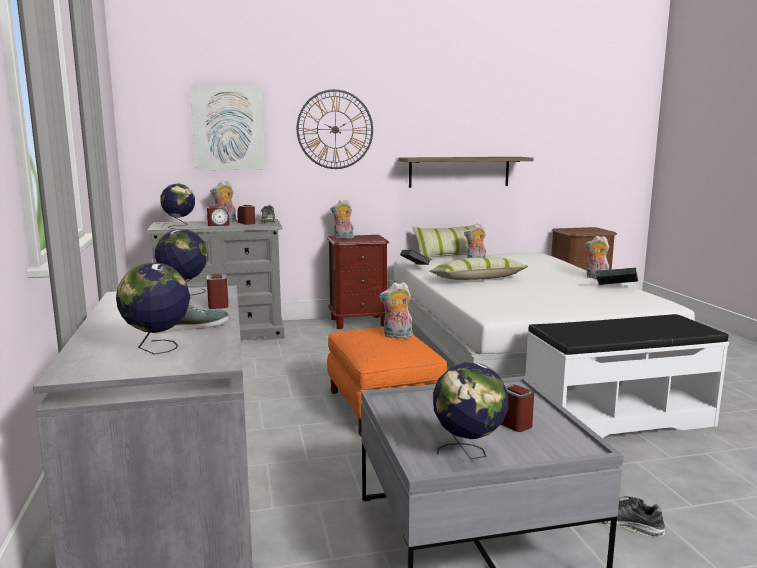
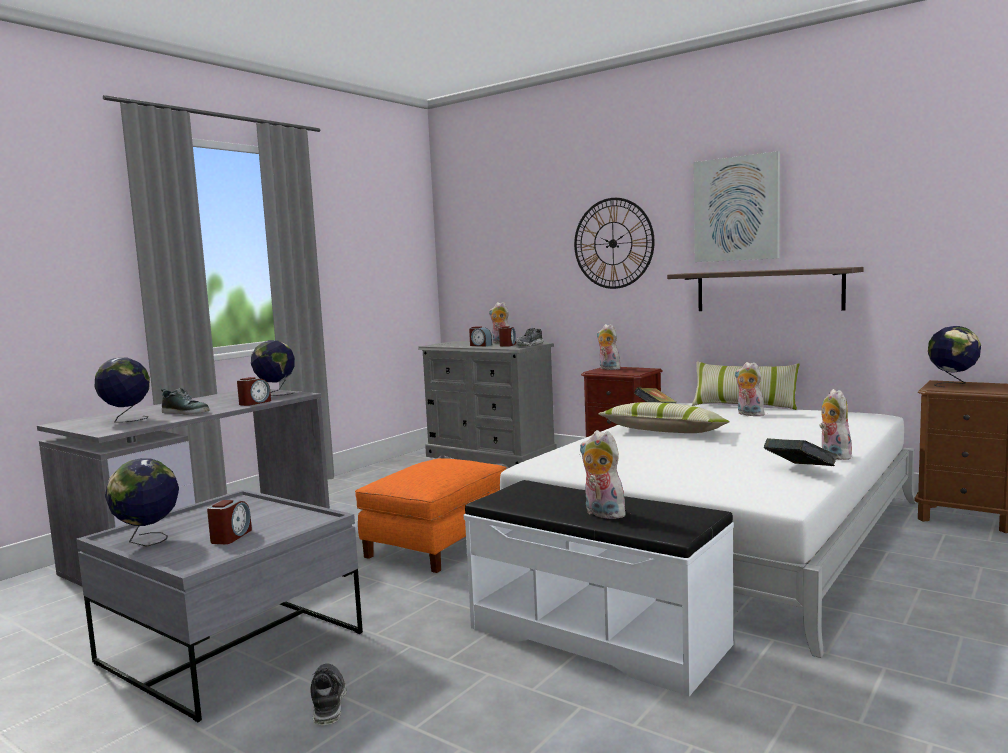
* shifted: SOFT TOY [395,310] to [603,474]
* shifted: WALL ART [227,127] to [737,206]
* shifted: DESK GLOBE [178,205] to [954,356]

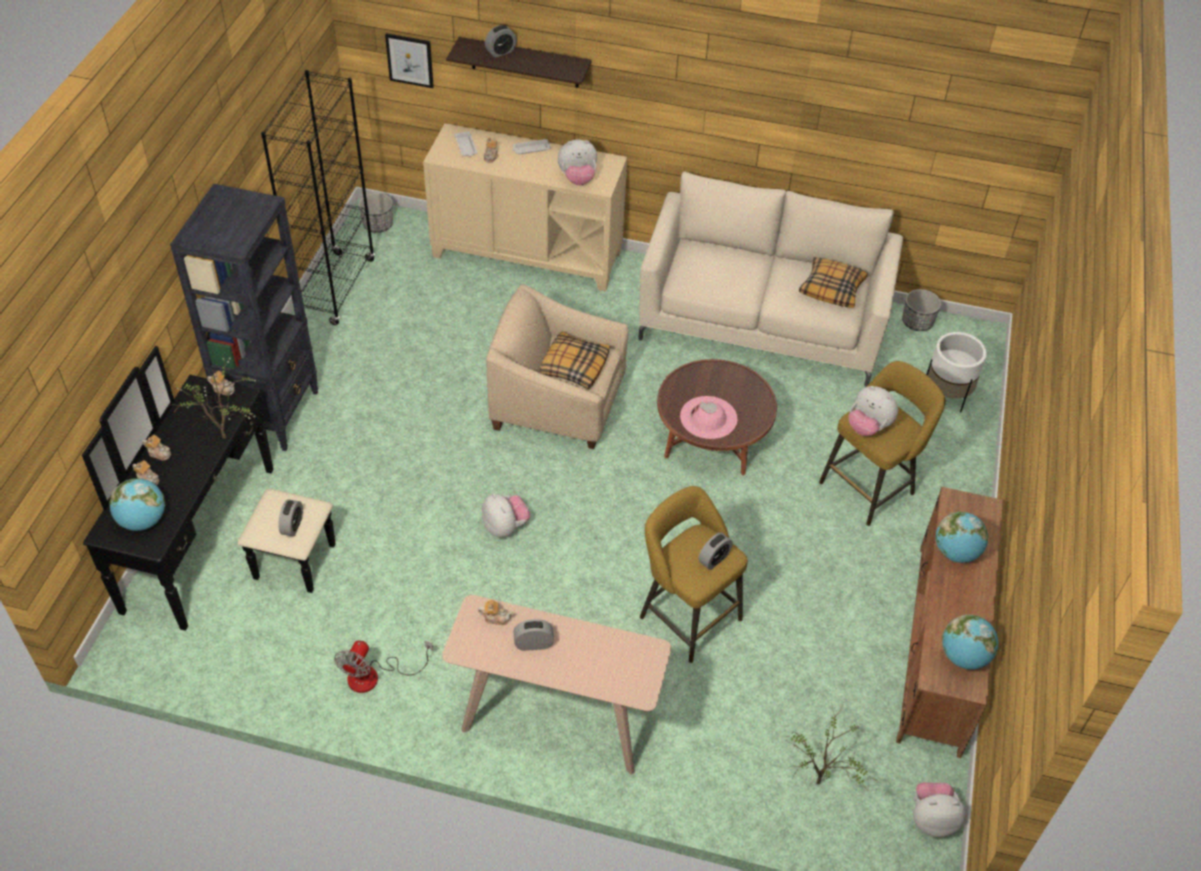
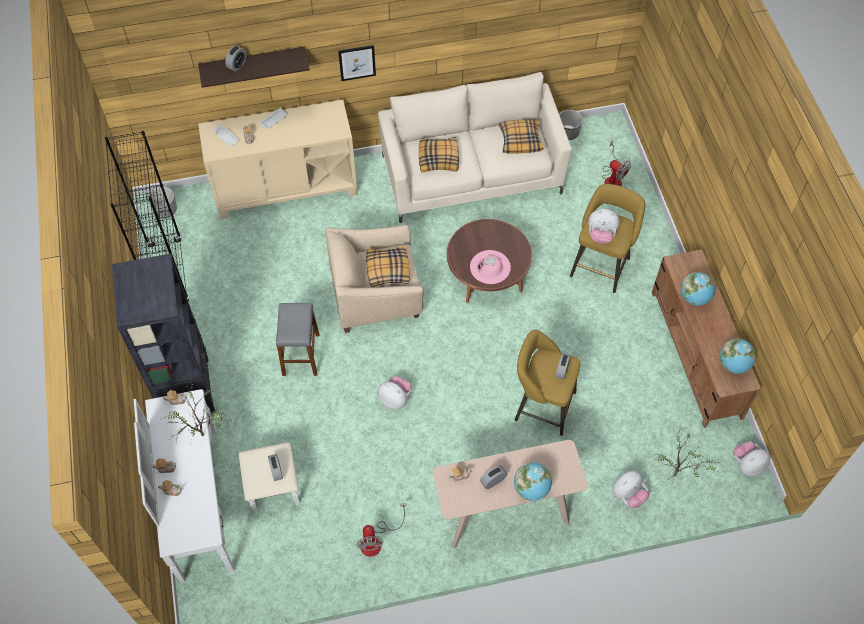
* repainted: BLACK-COLOURED DRESSER [209,488] to WHITISH DRESSER [217,486]
* new: GRAY STOOL [297,339]
* shifted: WALL ART [409,60] to [357,63]
* new: THROW PILLOW [439,154]
* shifted: DESK GLOBE [137,504] to [533,481]
* swapped: WHITISH PLANT POT [956,372] to ELECTRIC FAN [616,163]
* shifted: SOFT TOY [577,162] to [630,489]

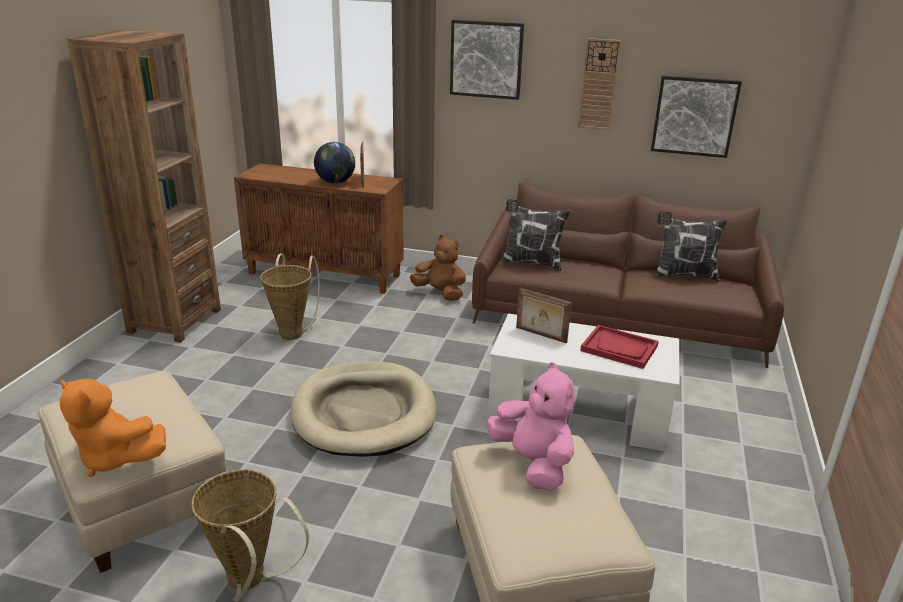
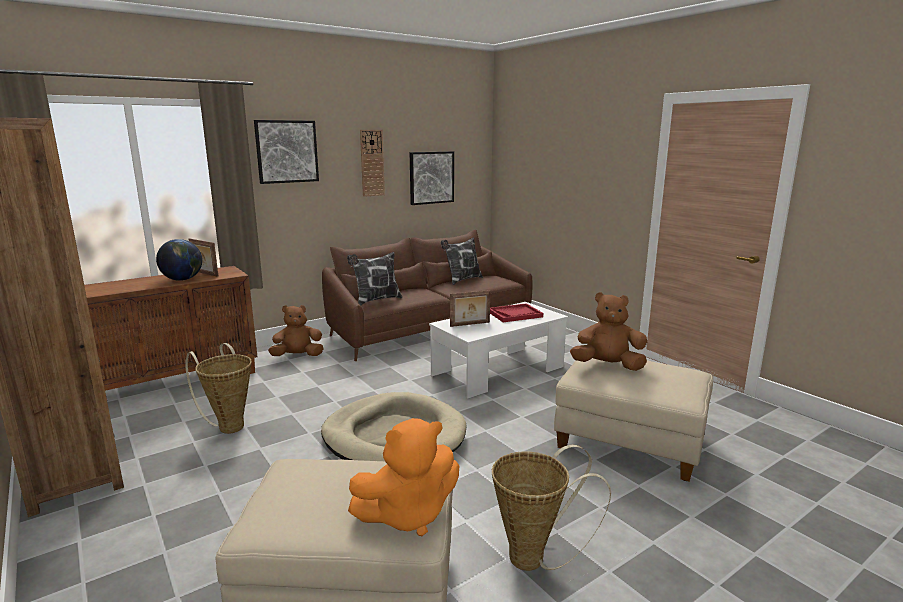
* repainted: PINKISH SOFT TOY [530,426] to BROWN SOFT TOY [608,331]

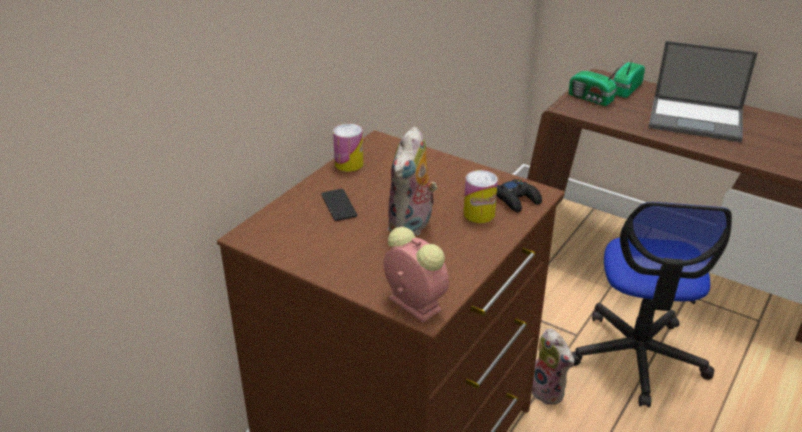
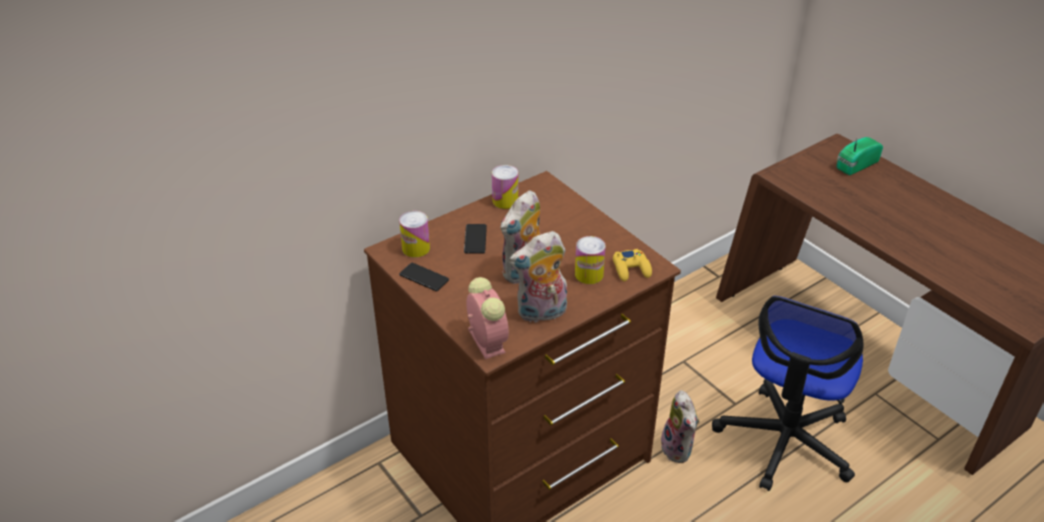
* new: CAN [414,234]
* new: HANDSET [424,277]
* new: SOFT TOY [538,277]
* repainted: BLACK-COLOURED GAME CONTROLLER [519,196] to YELLOW-COLOURED GAME CONTROLLER [632,265]
* gone: RADIO SET [597,83]
* gone: NOTEBOOK COMPUTER [703,91]

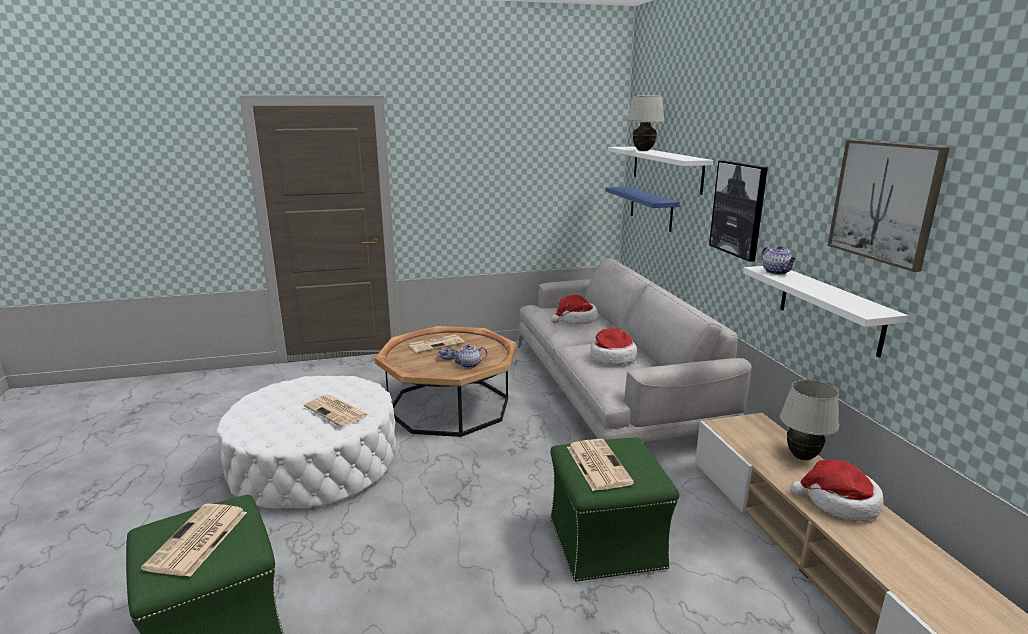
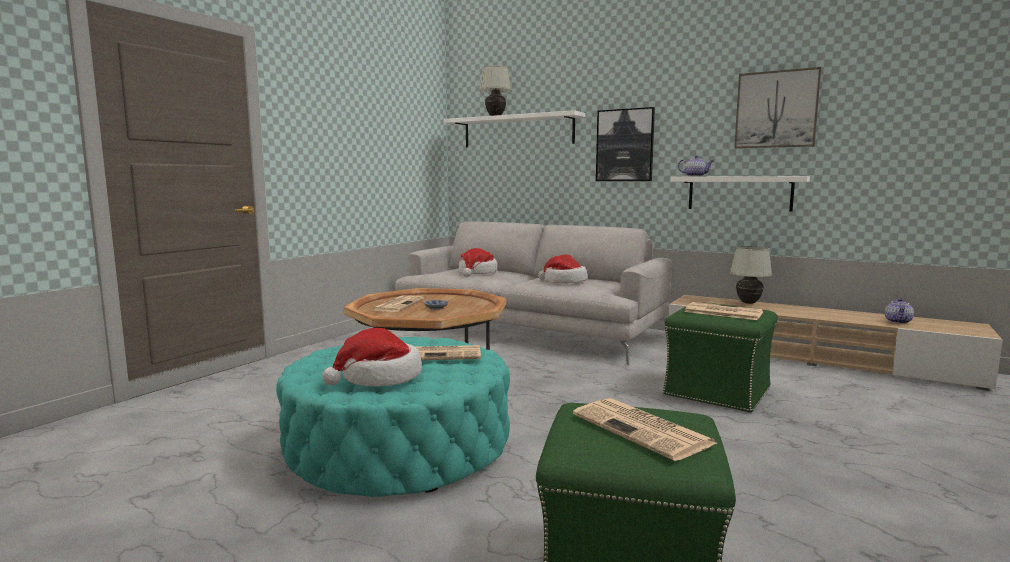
* repainted: WHITISH FOOTREST [306,442] to TURQUOISE FOOTREST [393,417]
* shifted: WEARABLE HAT [837,490] to [372,357]
* shifted: POT FOR TEA [468,356] to [899,311]
* gone: BLUE SHELF [642,209]

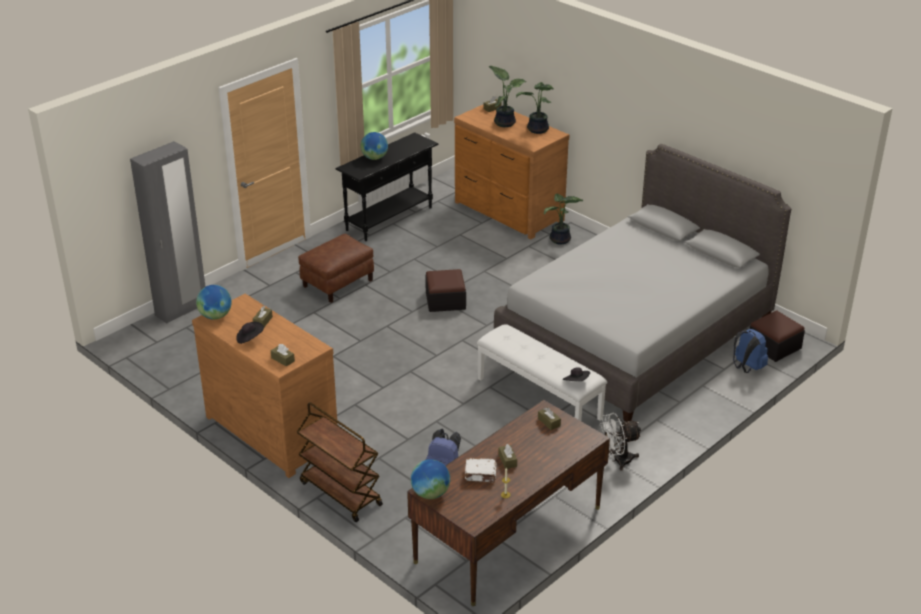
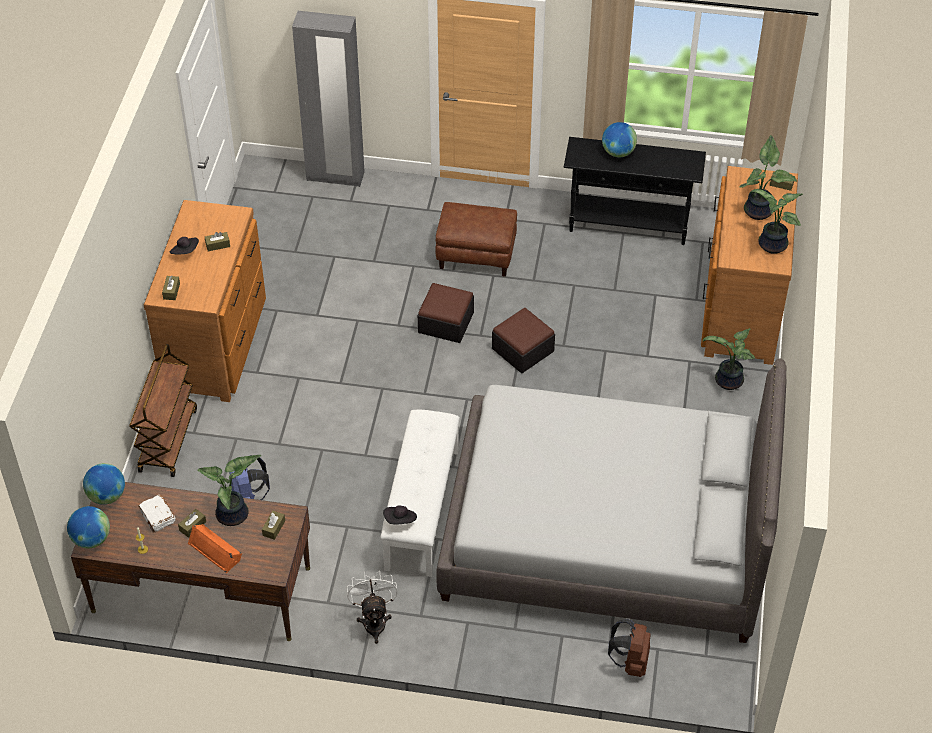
* shifted: DESK GLOBE [214,302] to [88,527]
* new: ORANGEY SPEAKER [215,548]
* new: PLANT IN A POT [229,490]
* rotated: WHITISH ELECTRIC FAN [620,442] = [372,607] 45 degrees clockwise
* shifted: FOOTREST [777,336] to [446,313]
* repainted: BLUE KNAPSACK [750,351] to BROWN KNAPSACK [629,648]

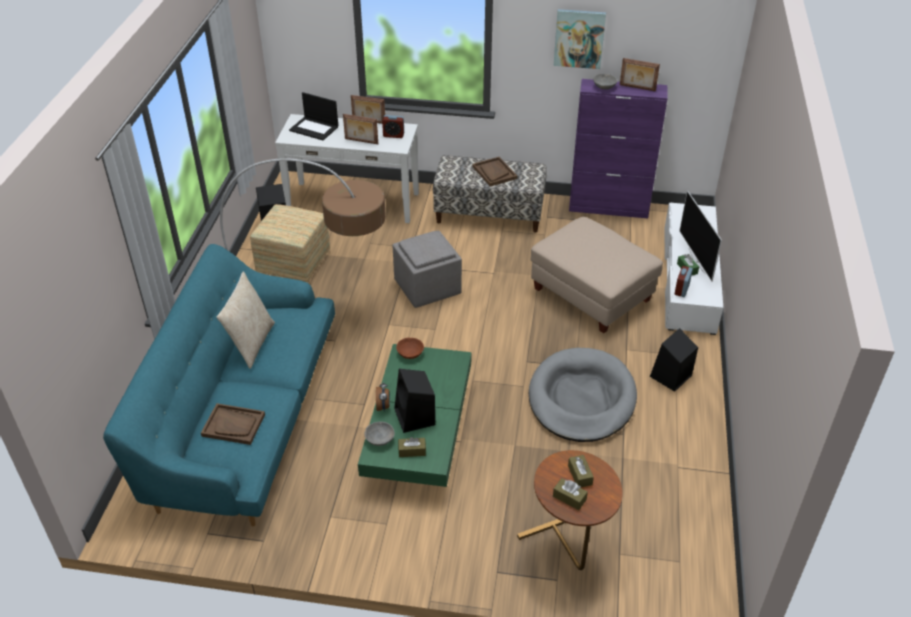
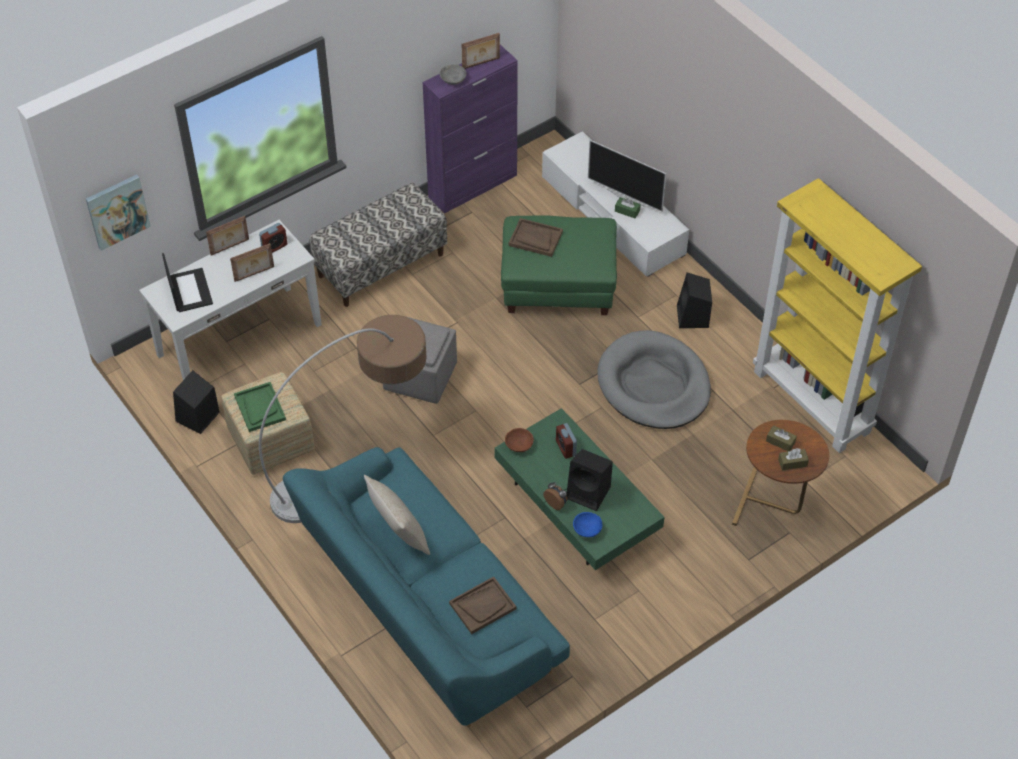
* shifted: WALL ART [580,39] to [118,213]
* rotated: NOTEBOOK COMPUTER [313,116] = [187,282] 90 degrees counterclockwise
* new: GREEN-COLOURED TRAY [260,407]
* repainted: BEIGE-COLOURED FOOTREST [597,275] to GREEN-COLOURED FOOTREST [559,265]
* shifted: BROWN TRAY [494,171] to [536,237]
* shifted: BEDSIDE CLOCK [684,281] to [566,441]
* repainted: GRAY SERVING BOWL [379,434] to BLUE SERVING BOWL [588,524]
* new: YELLOW-COLOURED BOOKCASE [837,315]
* gone: BROWN TISSUE HOLDER [412,447]

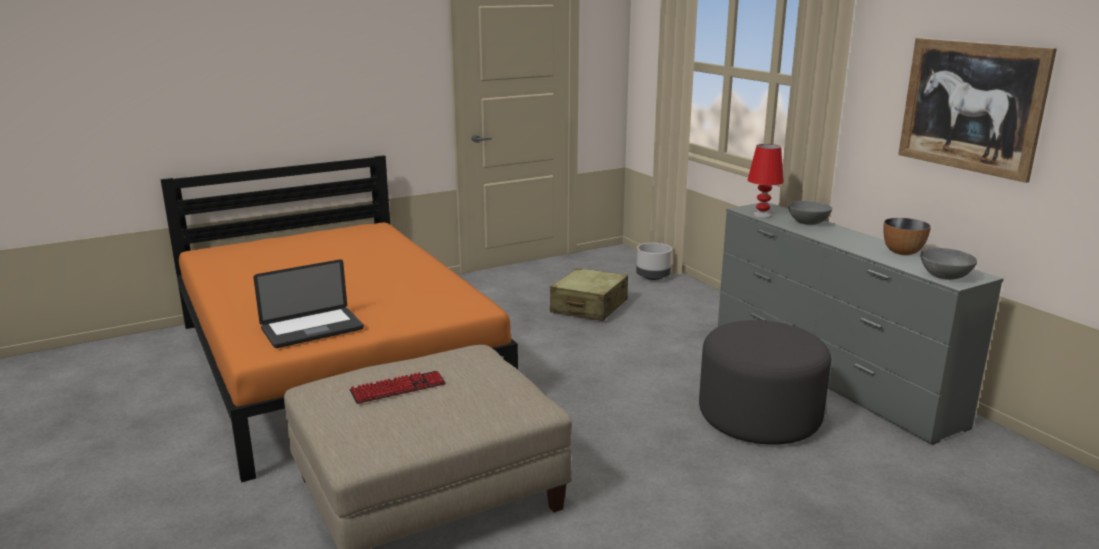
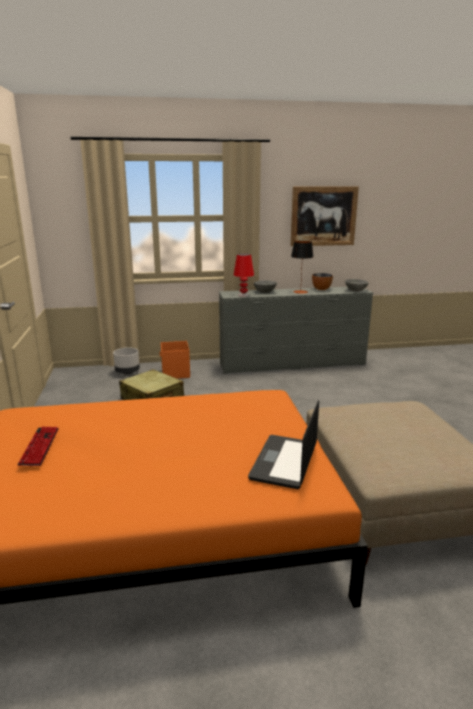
* shifted: COMPUTER KEYBOARD [397,387] to [38,446]
* new: ORANGEY STORAGE BOX [175,360]
* rotated: NOTEBOOK COMPUTER [308,303] = [283,444] 150 degrees counterclockwise
* new: LAMP FOR A TABLE [302,267]
* gone: GRAY FOOTREST [765,382]

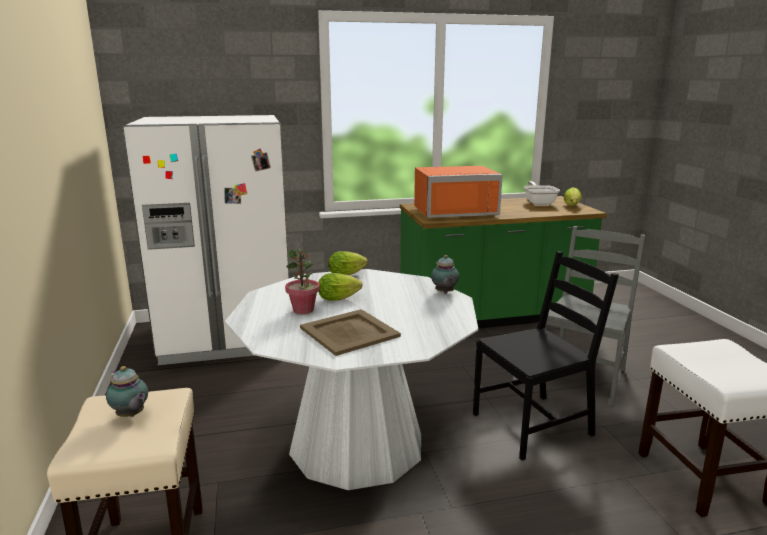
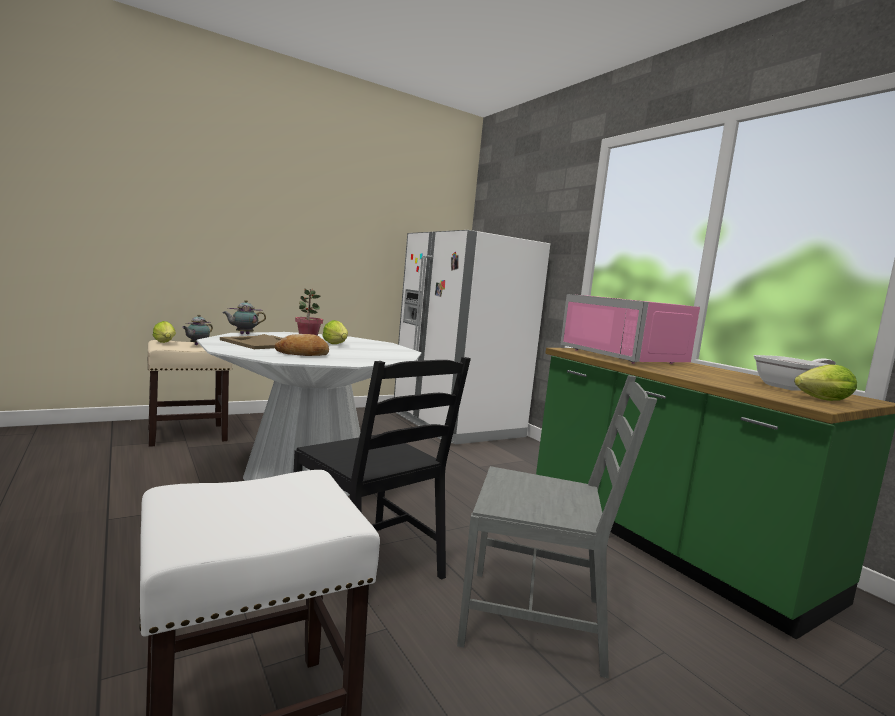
* shifted: LETTUCE [348,263] to [164,332]
* shifted: POT FOR TEA [445,274] to [244,317]
* new: BAKERY BREAD [301,345]
* repainted: ORANGEY KITCHEN MICROWAVE [458,192] to PINKISH KITCHEN MICROWAVE [630,329]

